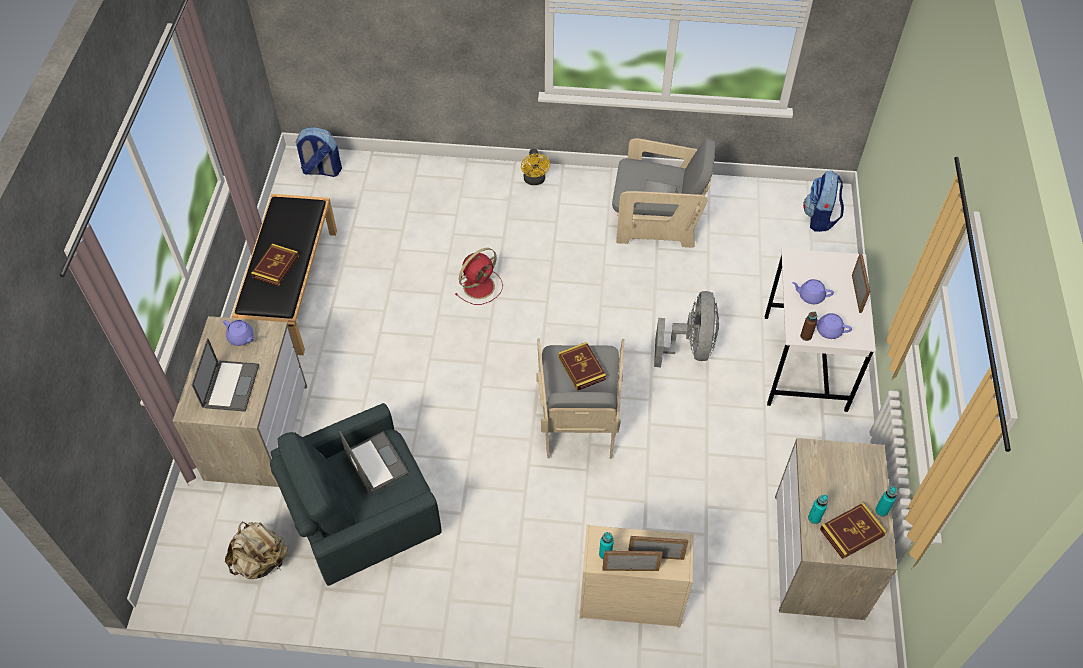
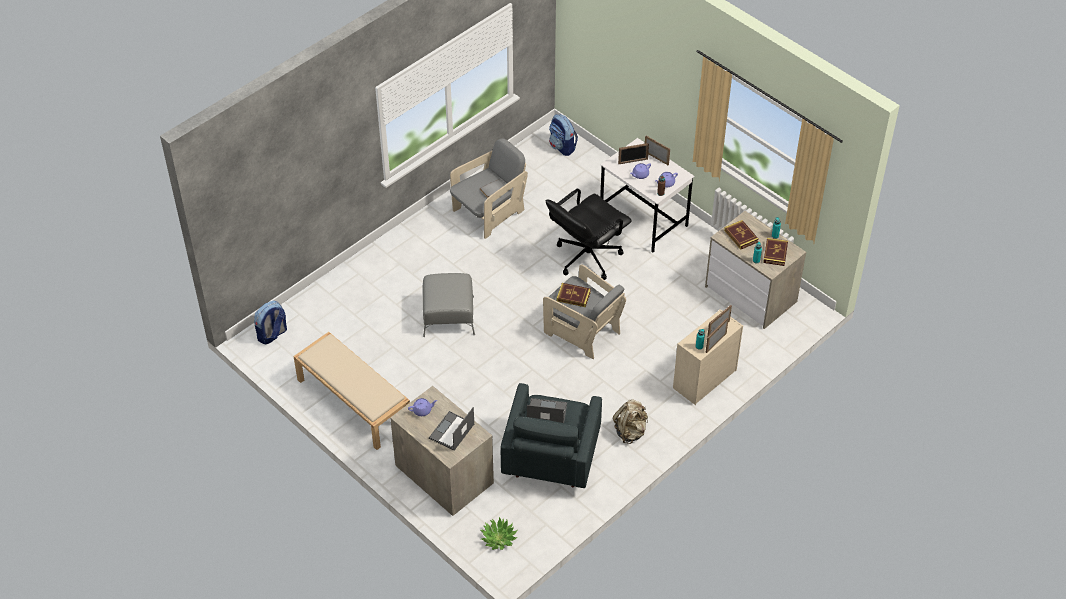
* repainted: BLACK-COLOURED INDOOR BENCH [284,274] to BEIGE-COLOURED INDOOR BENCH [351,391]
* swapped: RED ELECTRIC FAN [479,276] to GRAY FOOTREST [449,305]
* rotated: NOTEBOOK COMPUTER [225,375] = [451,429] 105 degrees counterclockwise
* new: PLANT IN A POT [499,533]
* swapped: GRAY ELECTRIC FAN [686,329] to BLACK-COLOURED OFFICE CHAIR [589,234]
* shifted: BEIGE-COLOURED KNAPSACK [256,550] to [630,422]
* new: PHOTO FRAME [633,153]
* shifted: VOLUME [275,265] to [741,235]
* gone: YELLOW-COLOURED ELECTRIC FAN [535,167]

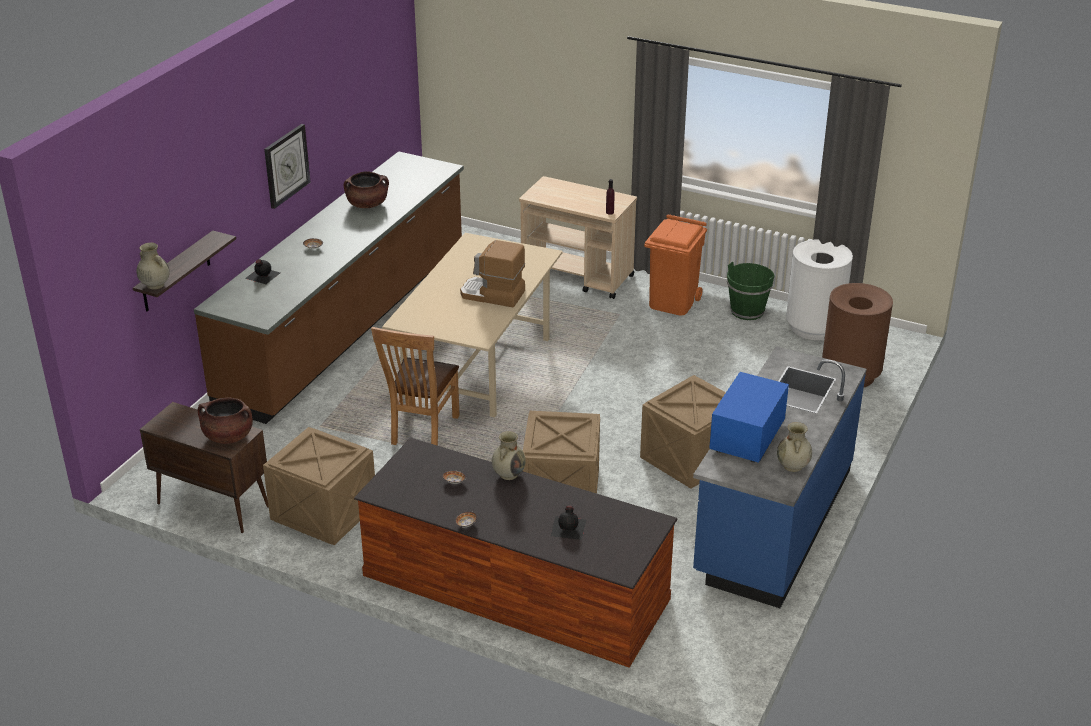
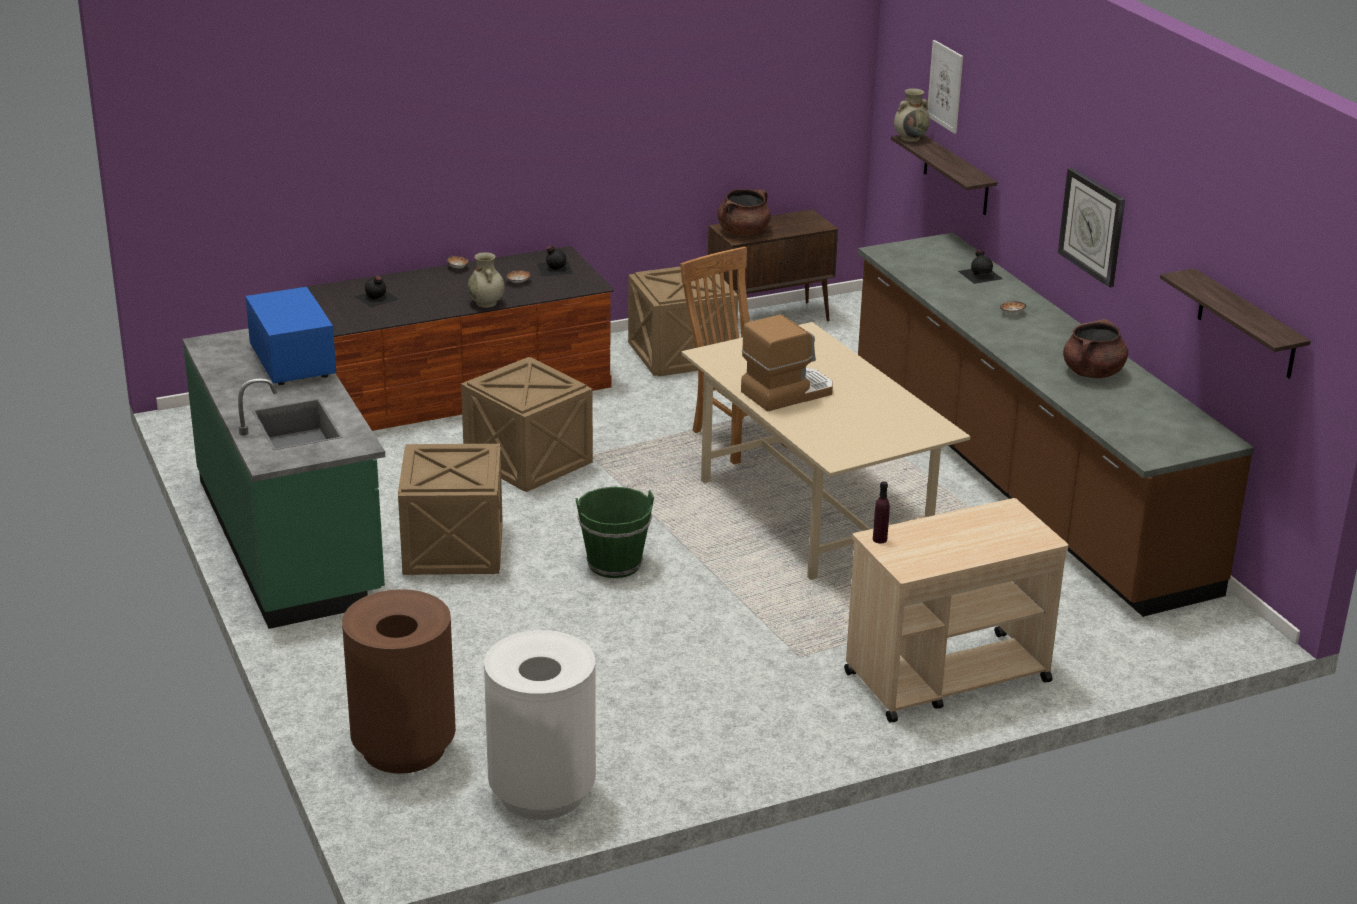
* repainted: BLUE COUNTER [780,477] to GREEN-COLOURED COUNTER [283,479]
* new: BLACK-COLOURED DRINK BOTTLE [555,261]
* shifted: GREEN-COLOURED WATER BUCKET [751,291] to [614,532]
* new: WALL ART [945,87]
* new: SHELF [1235,323]
* gone: ORANGEY TRASH CAN [675,265]
* gone: BEIGE-COLOURED FLOWER VASE [794,447]

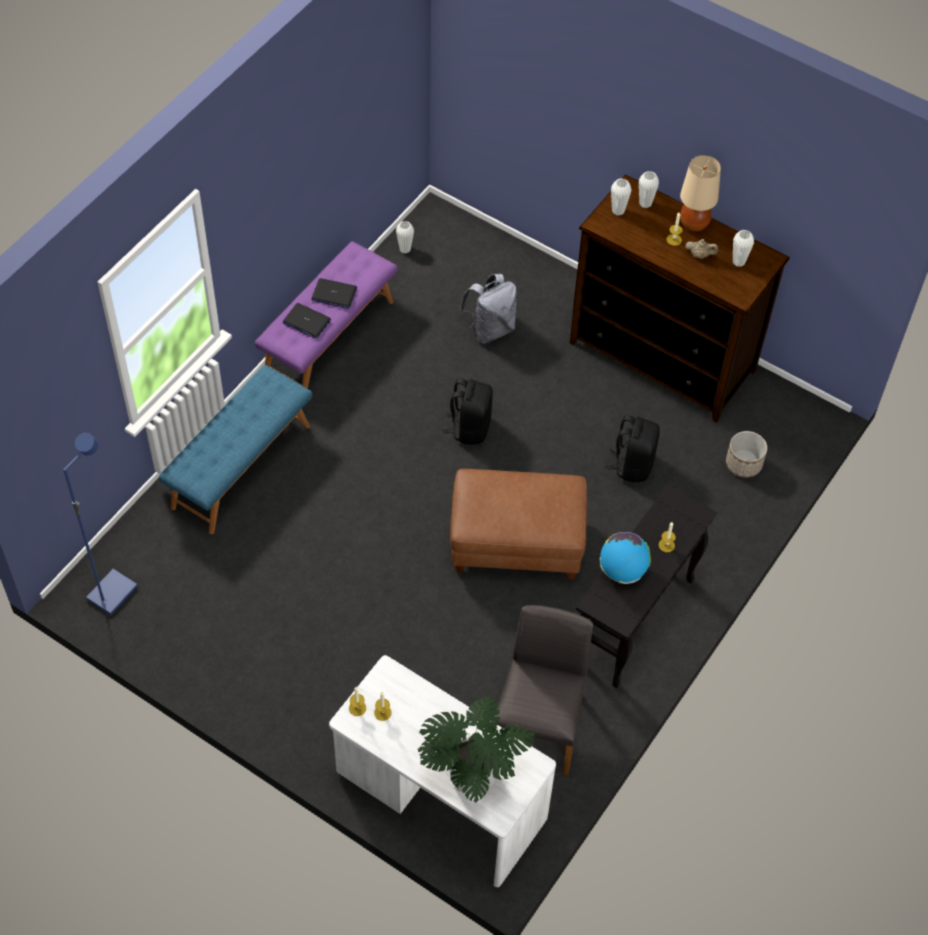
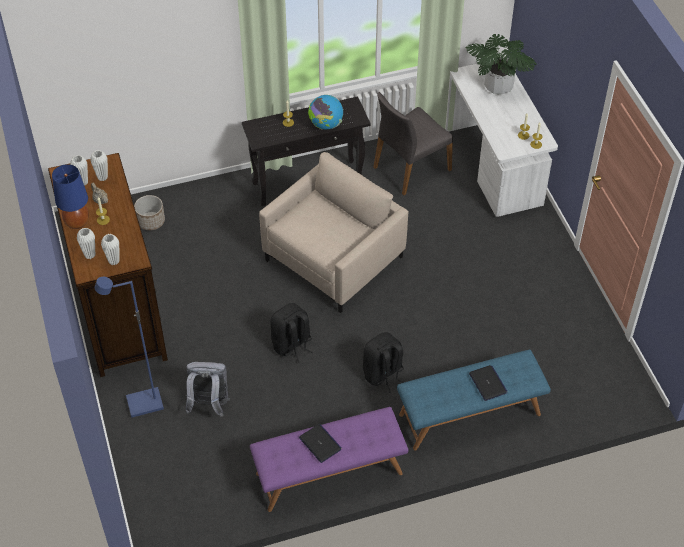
* repainted: BEIGE-COLOURED LAMP FOR A TABLE [700,193] to BLUE LAMP FOR A TABLE [70,196]
* shifted: WHITISH FLOWER VASE [405,237] to [99,165]
* shifted: BLUE STANDARD LAMP [100,524] to [129,347]
* swapped: BROWN FOOTREST [518,524] to BEIGE-COLOURED EASY CHAIR [334,232]
* shifted: BLACK-COLOURED KNAPSACK [632,449] to [383,362]
* shifted: NOTEBOOK COMPUTER [307,321] to [488,383]

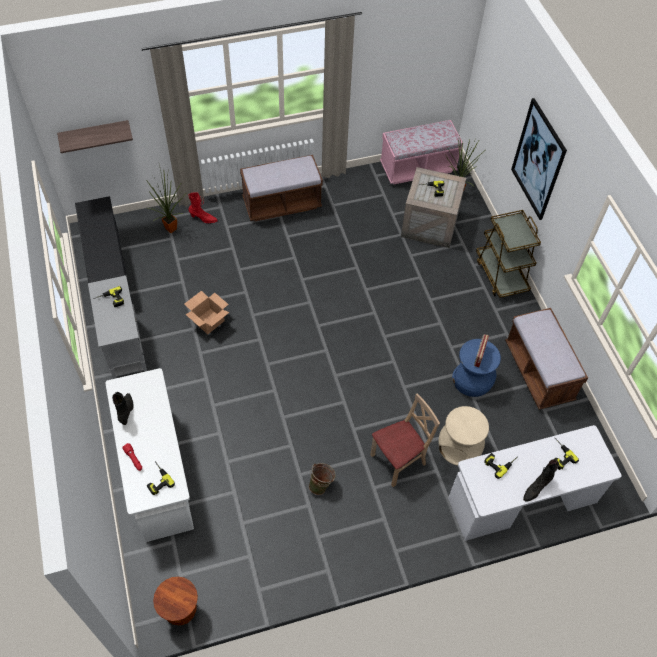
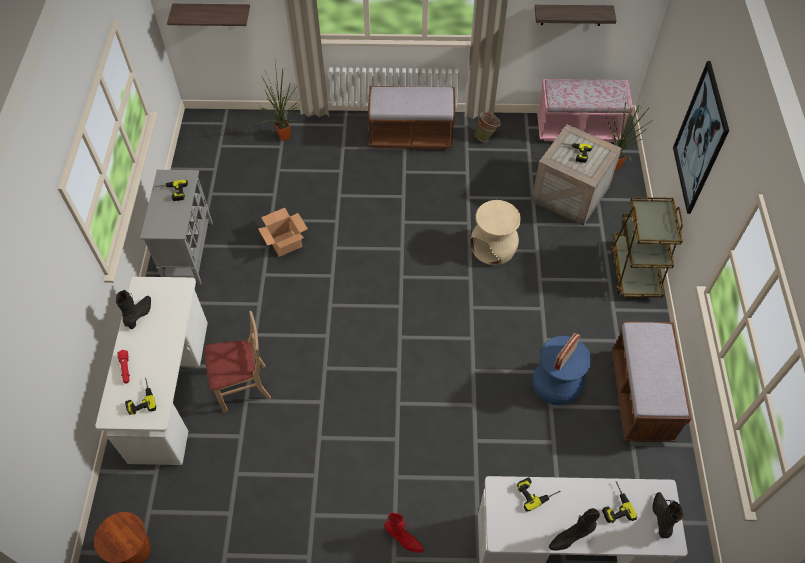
* shifted: BEIGE-COLOURED CHAIR [405,440] to [238,362]
* shifted: RED BOOT [203,207] to [404,533]
* shifted: BEIGE-COLOURED STOOL [463,436] to [496,232]
* shifted: GREEN-COLOURED WATER BUCKET [322,479] to [488,126]
* new: SHELF [575,15]
* new: BLACK-COLOURED BOOT [667,515]
* gone: BLACK-COLOURED SHOE RACK [104,249]

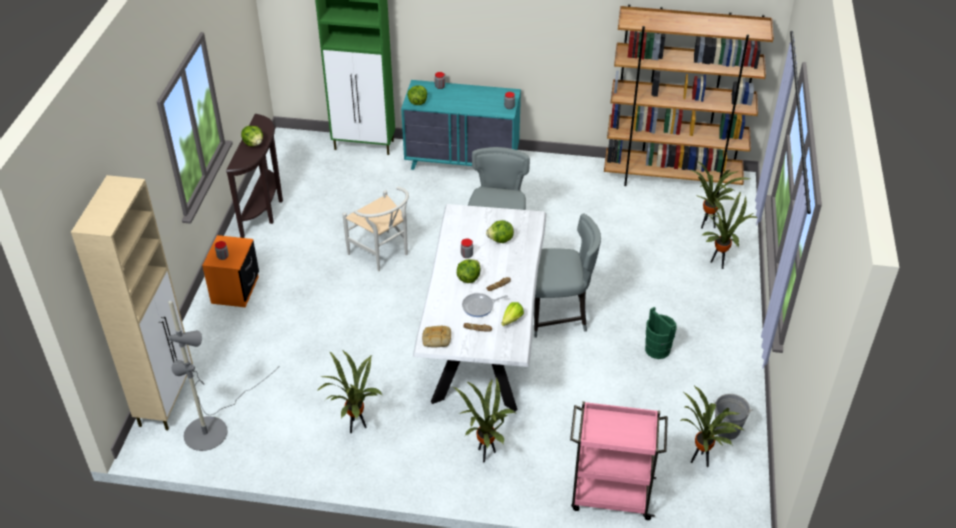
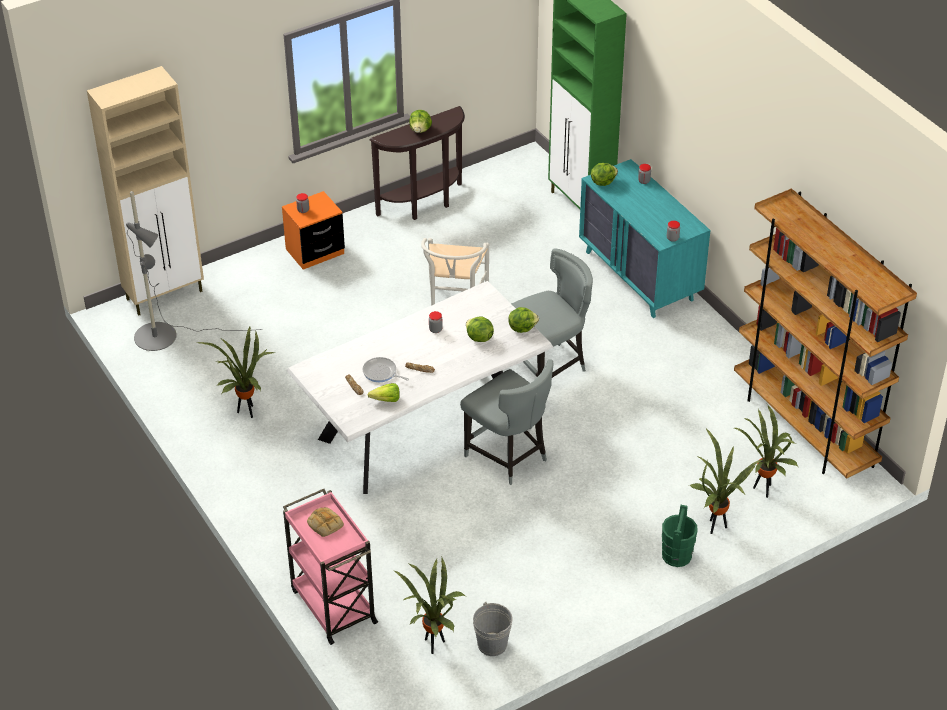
* shifted: BAKERY BREAD [436,336] to [325,522]
* shifted: LETTUCE [468,271] to [523,320]
* shifted: GREEN-COLOURED WATER BUCKET [661,333] to [680,536]
* gone: PLANT IN A POT [484,419]

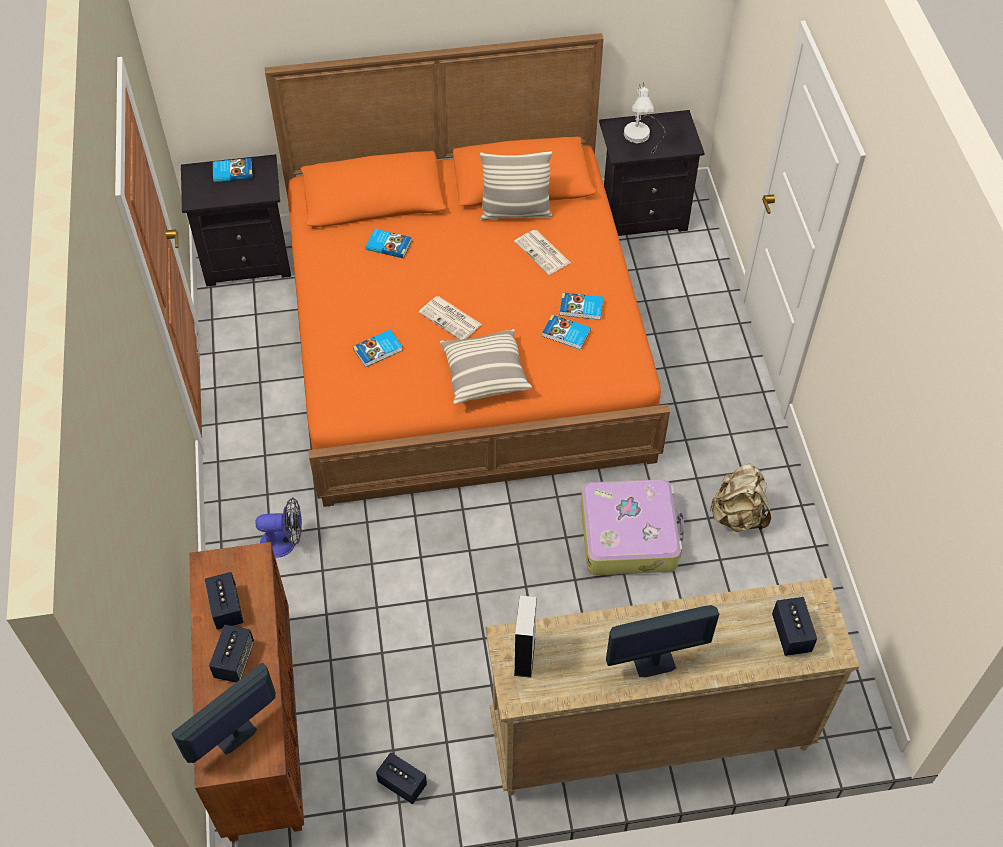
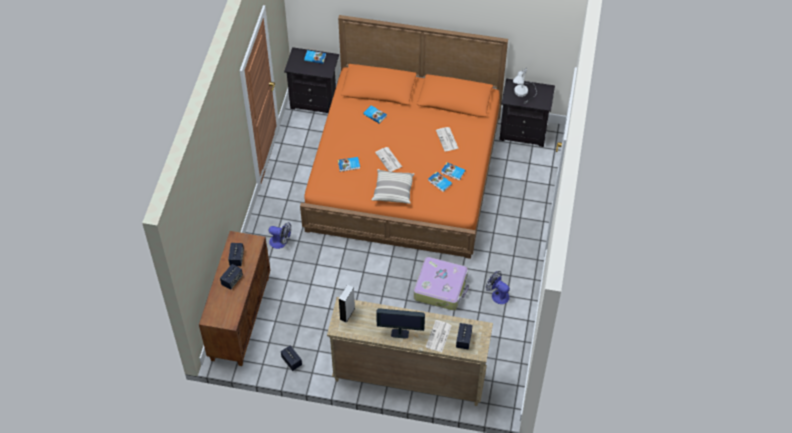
* new: NEWSPAPER [439,336]
* swapped: BEIGE-COLOURED KNAPSACK [740,497] to ELECTRIC FAN [498,287]
* gone: MONITOR [223,713]
* gone: THROW PILLOW [516,185]

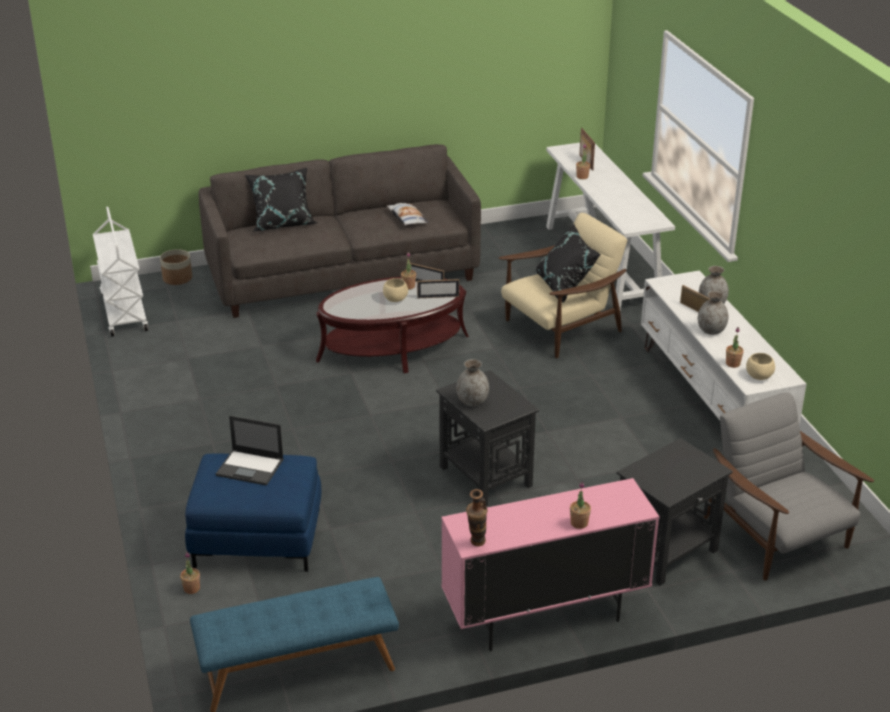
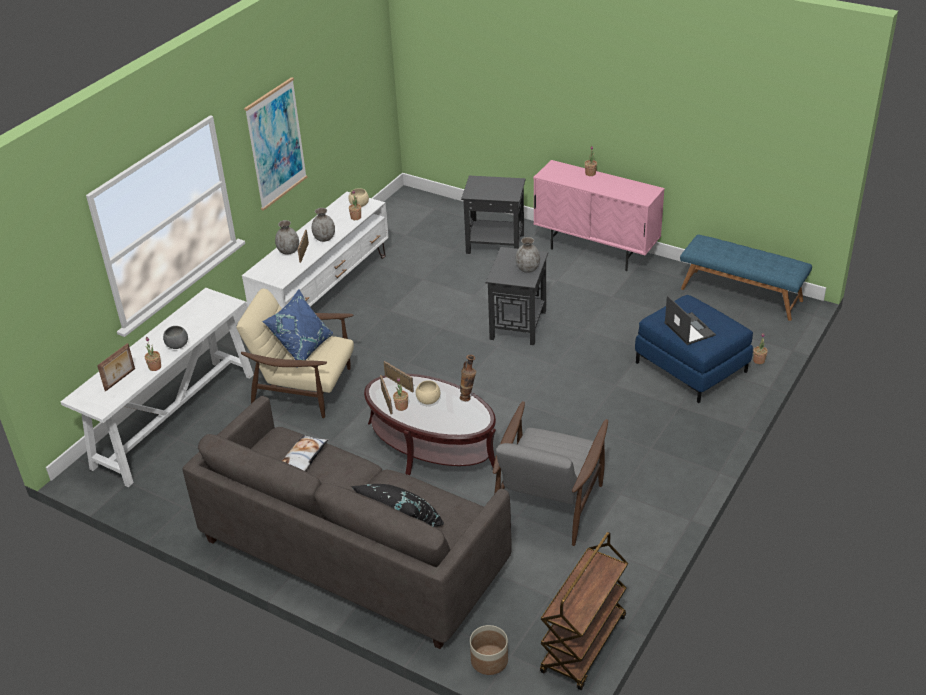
* new: GRAY SERVING BOWL [175,337]
* new: WALL ART [275,144]
* repainted: BLACK-COLOURED THROW PILLOW [568,263] to BLUE THROW PILLOW [297,329]
* shifted: FLOWER VASE [477,517] to [468,378]
* shifted: GRAY EASY CHAIR [789,486] to [550,473]
* repainted: WHITISH WHEELED CART [120,272] to BROWN WHEELED CART [584,611]

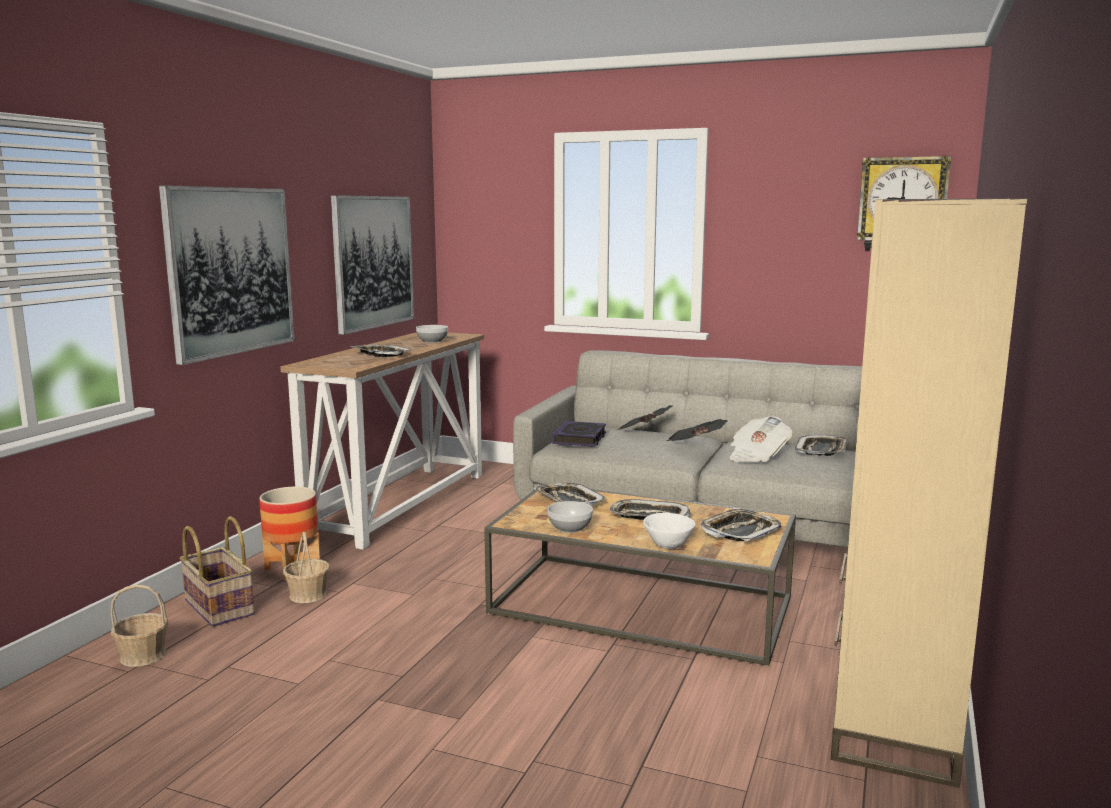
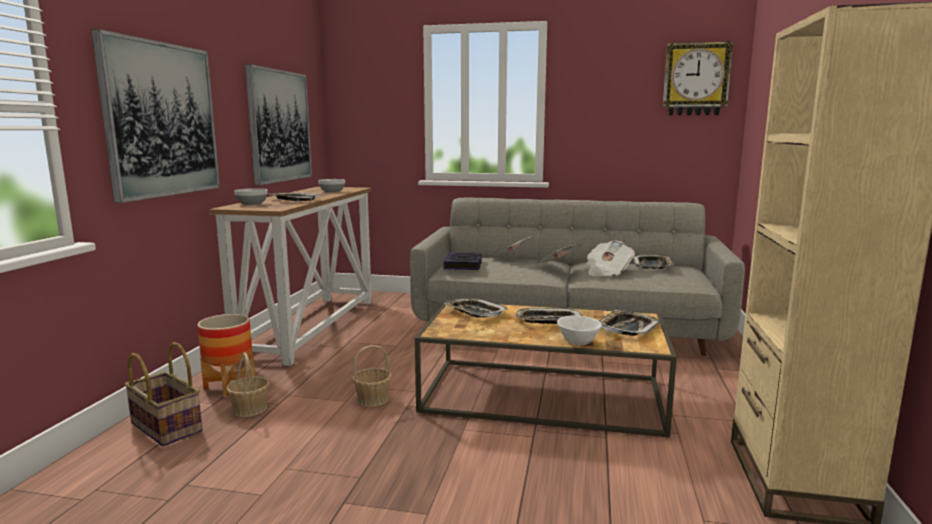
* shifted: SERVING BOWL [570,517] to [251,197]
* shifted: BASKET [139,626] to [372,376]

